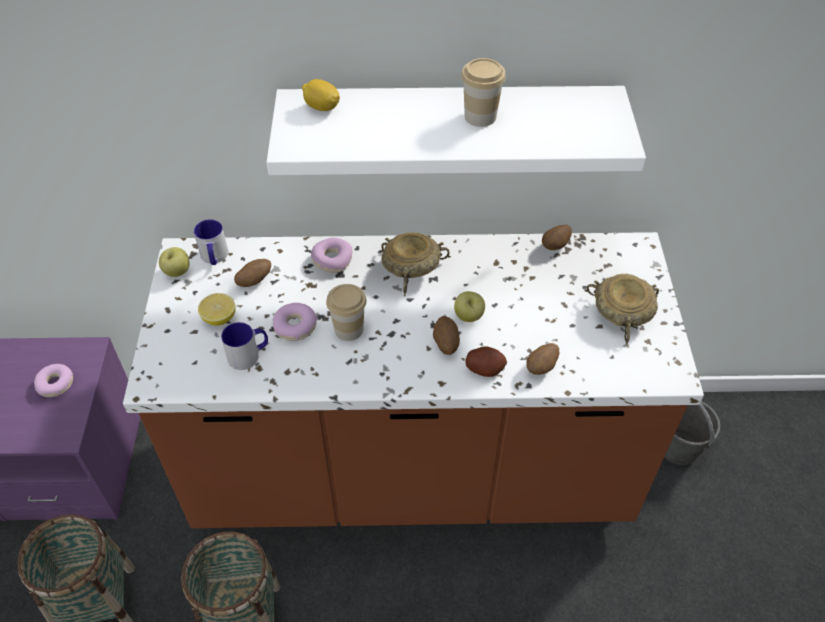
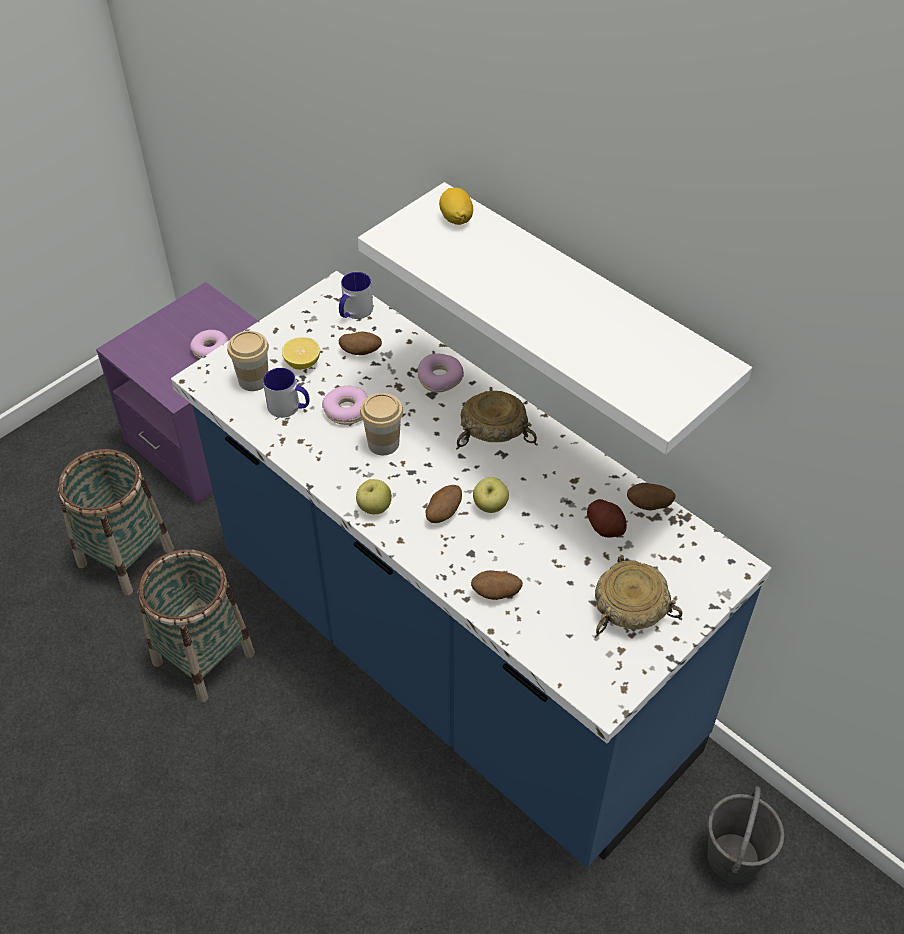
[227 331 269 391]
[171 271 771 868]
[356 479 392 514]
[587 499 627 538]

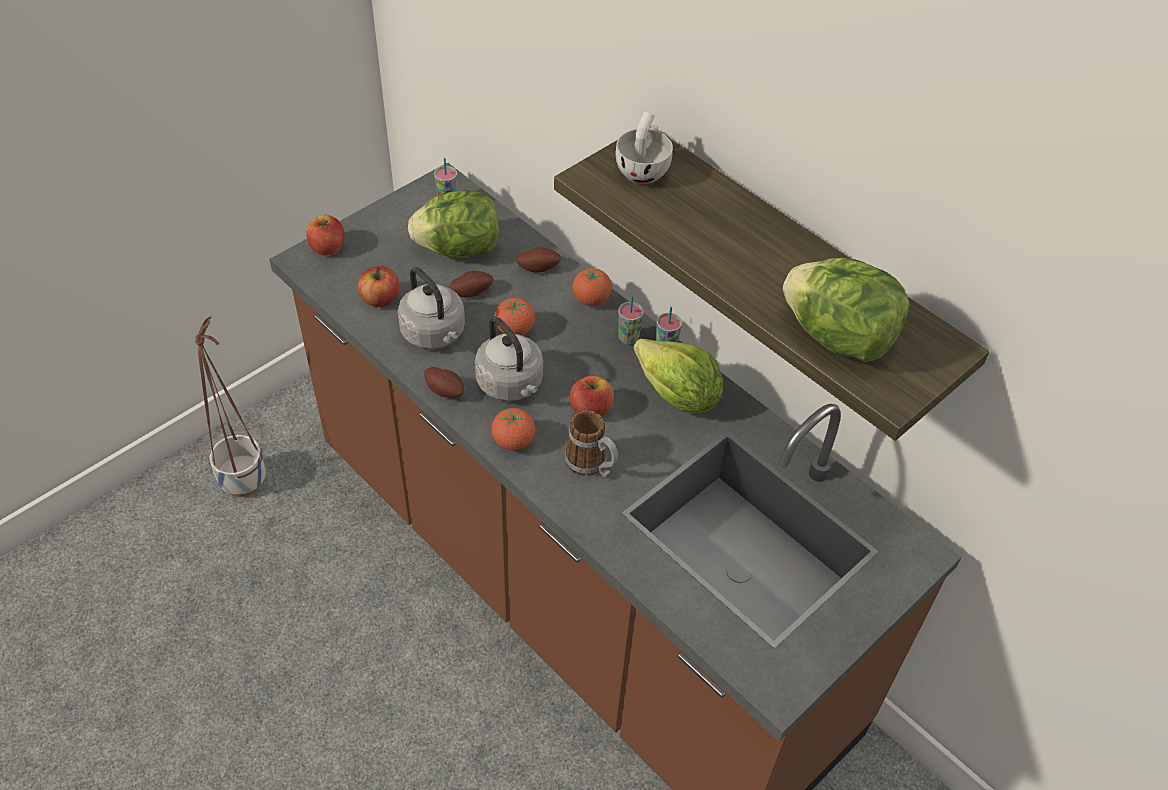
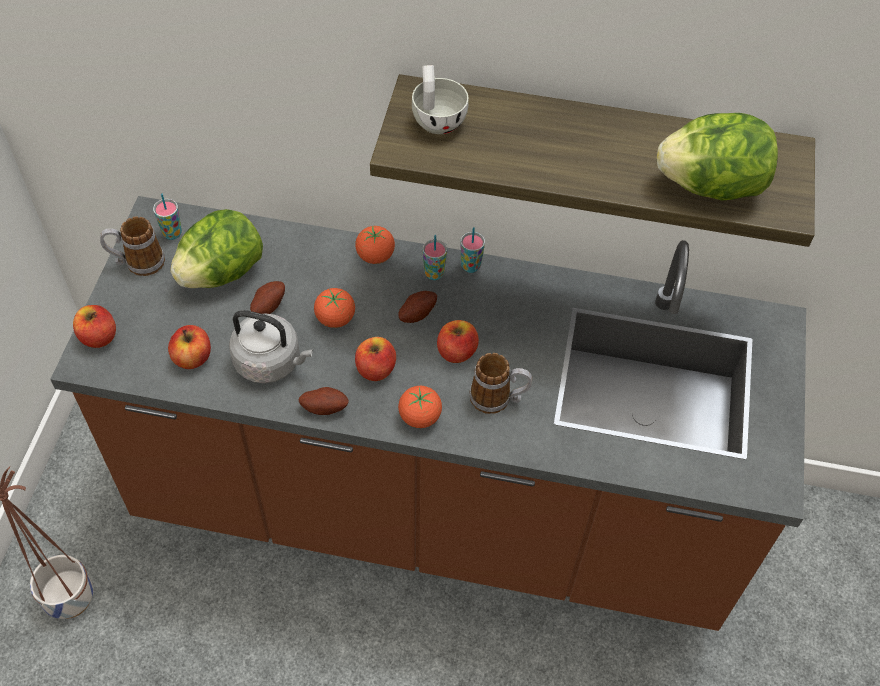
[398 291 437 323]
[355 337 396 381]
[634 338 723 413] (first image)
[100 216 165 276]

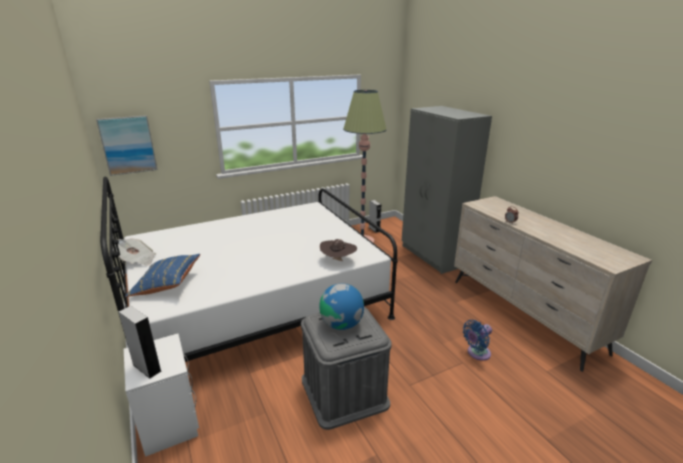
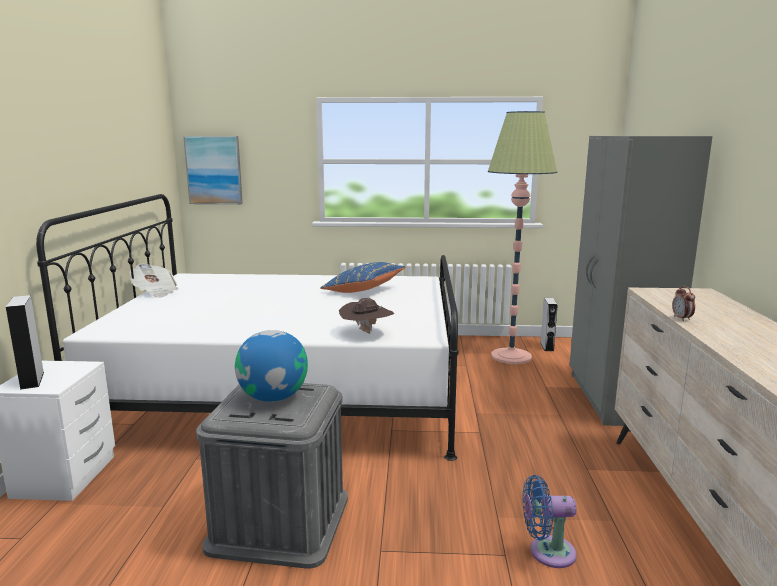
[320 262 405 293]

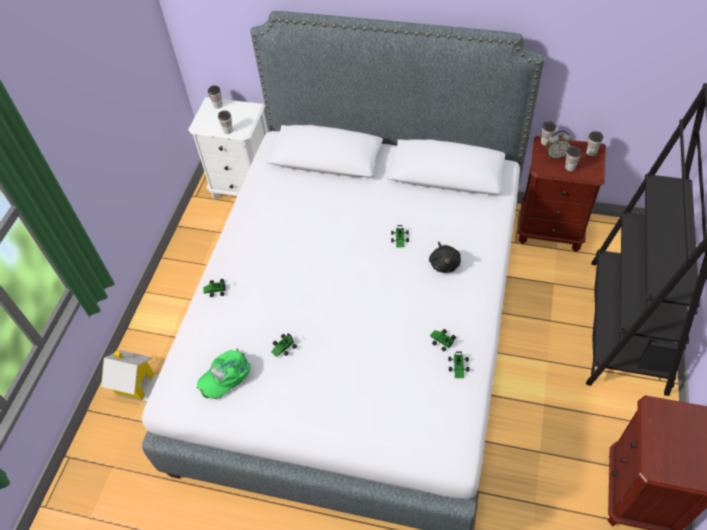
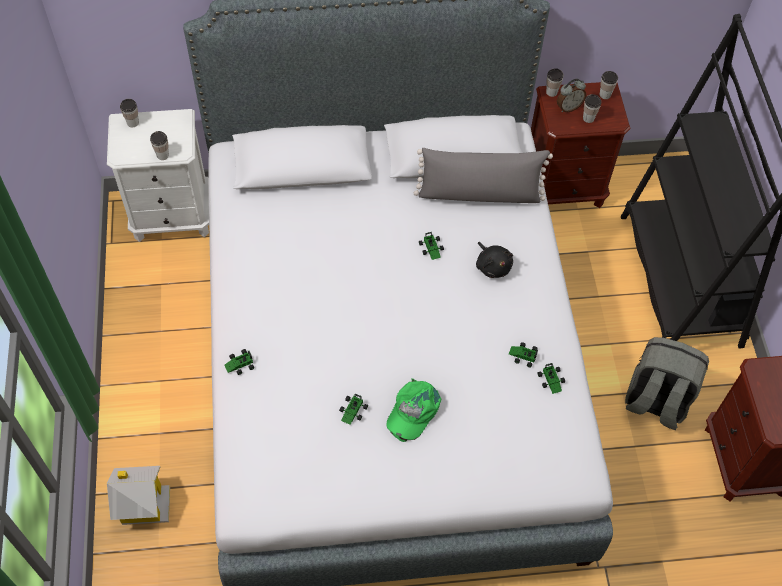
[386 378 442 442]
[414 148 553 203]
[625 337 709 430]

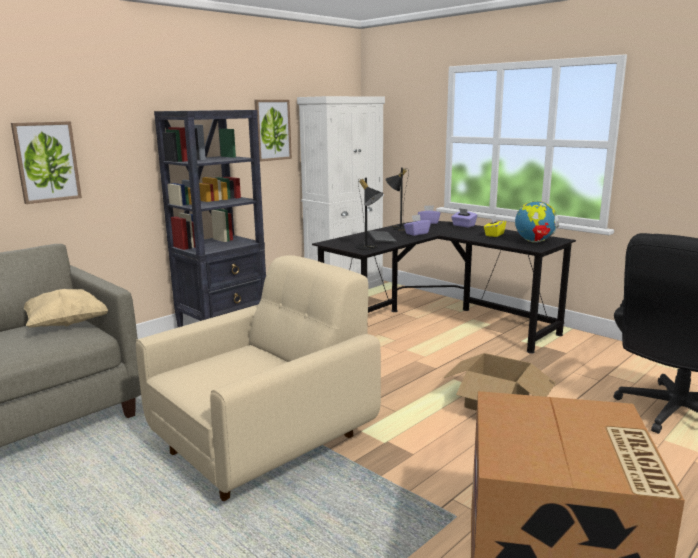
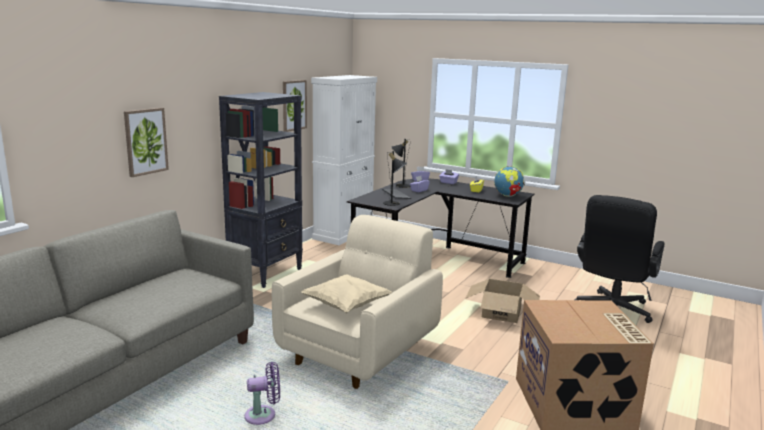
[301 274 392 313]
[244 362 280 425]

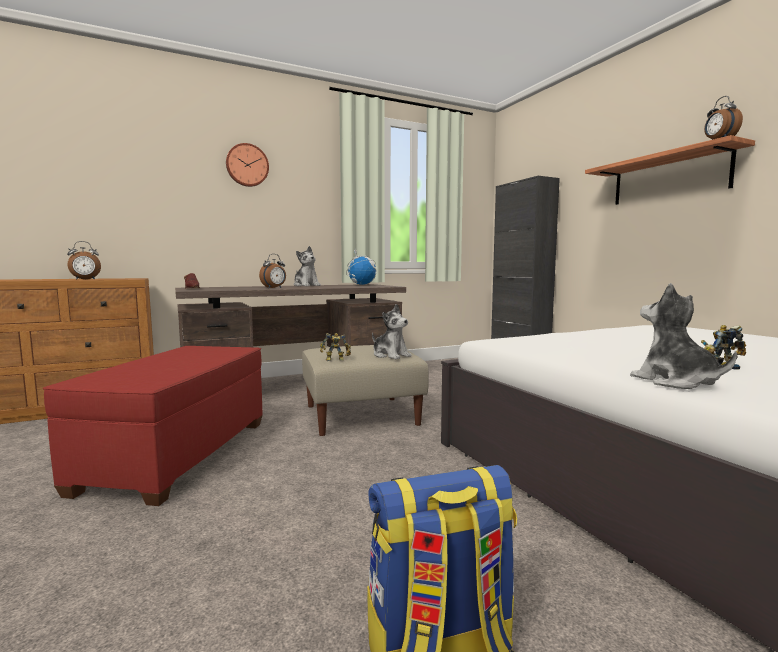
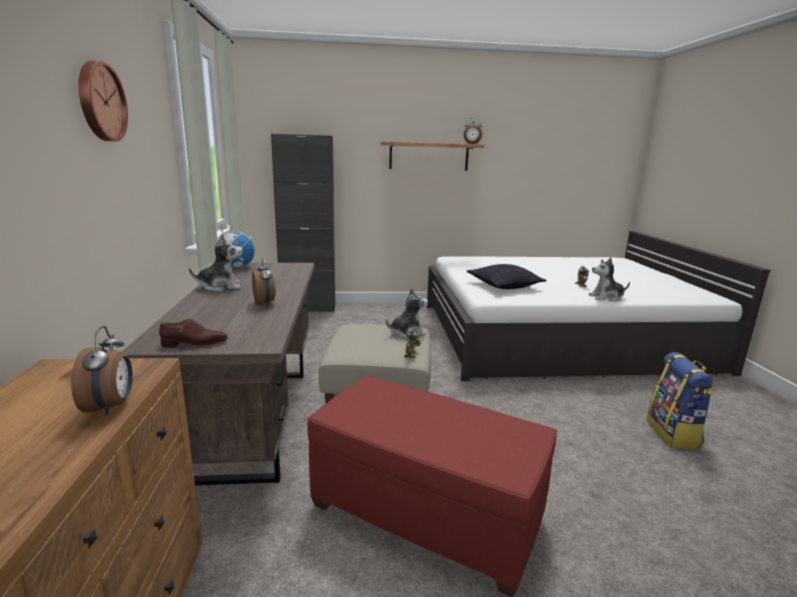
[467 264 546 289]

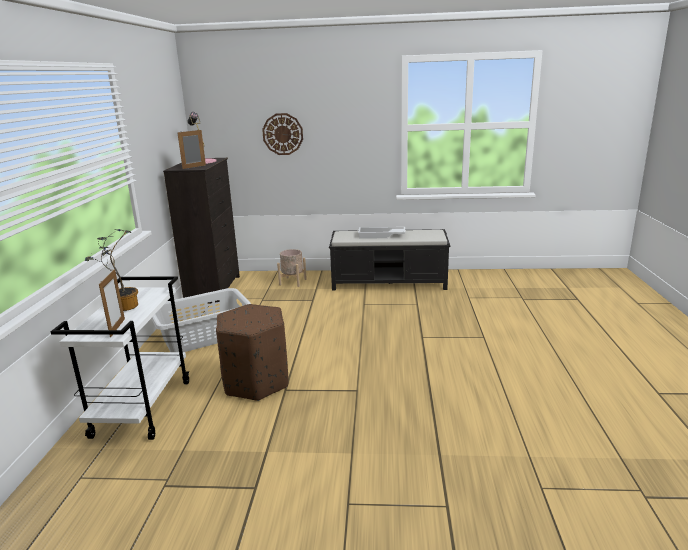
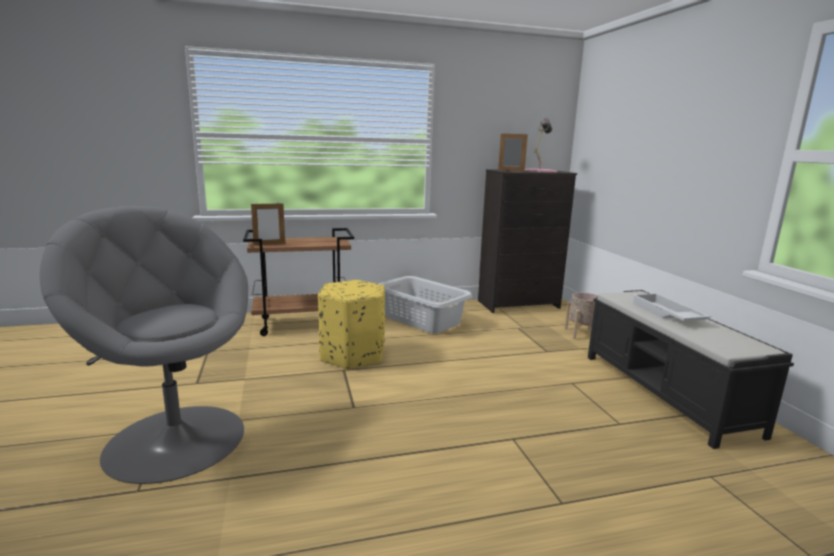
[262 113 303 155] (first image)
[85 229 138 311] (first image)
[243 228 354 336]
[318 280 385 370]
[40 206 248 484]

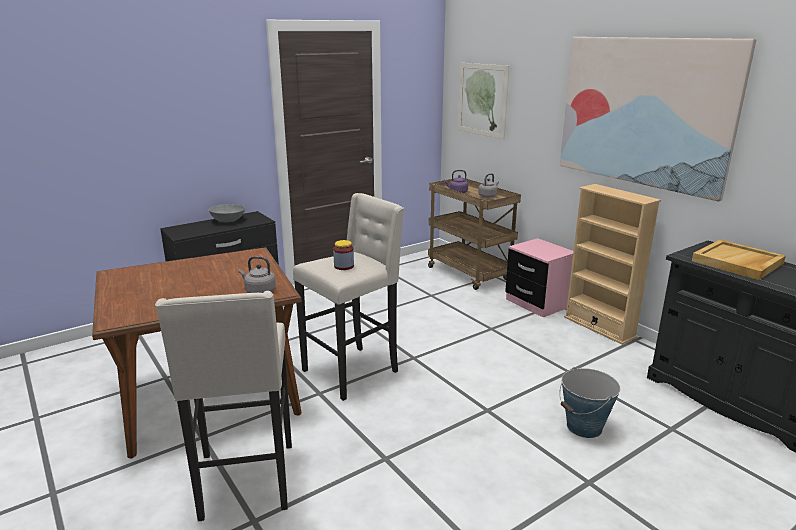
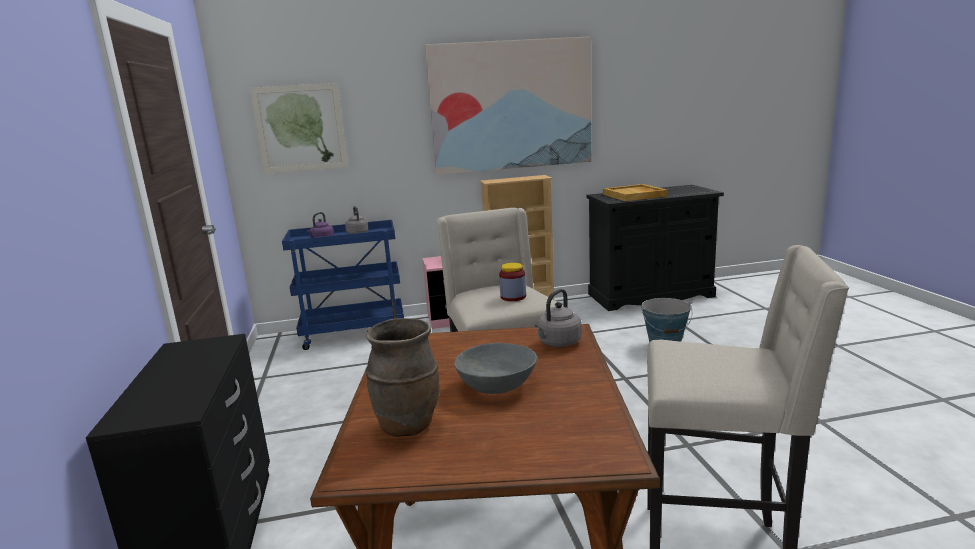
[282 220 404 350]
[454 343 537 394]
[366 318 440 437]

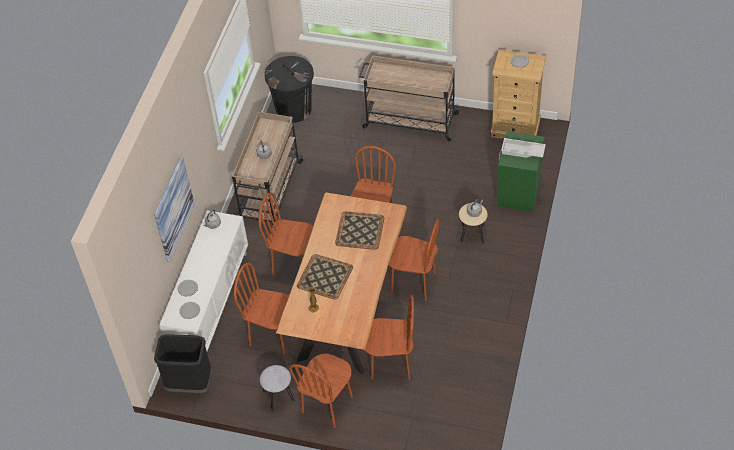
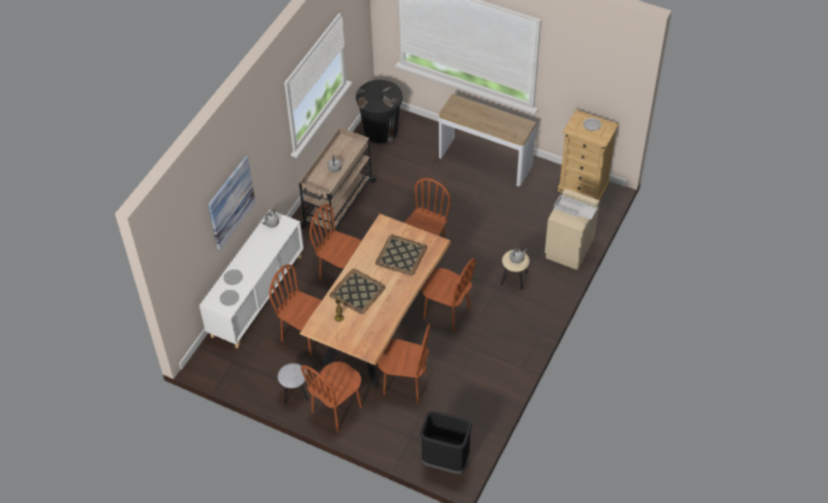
[439 94 536 186]
[545 189 600 270]
[420 411 472 474]

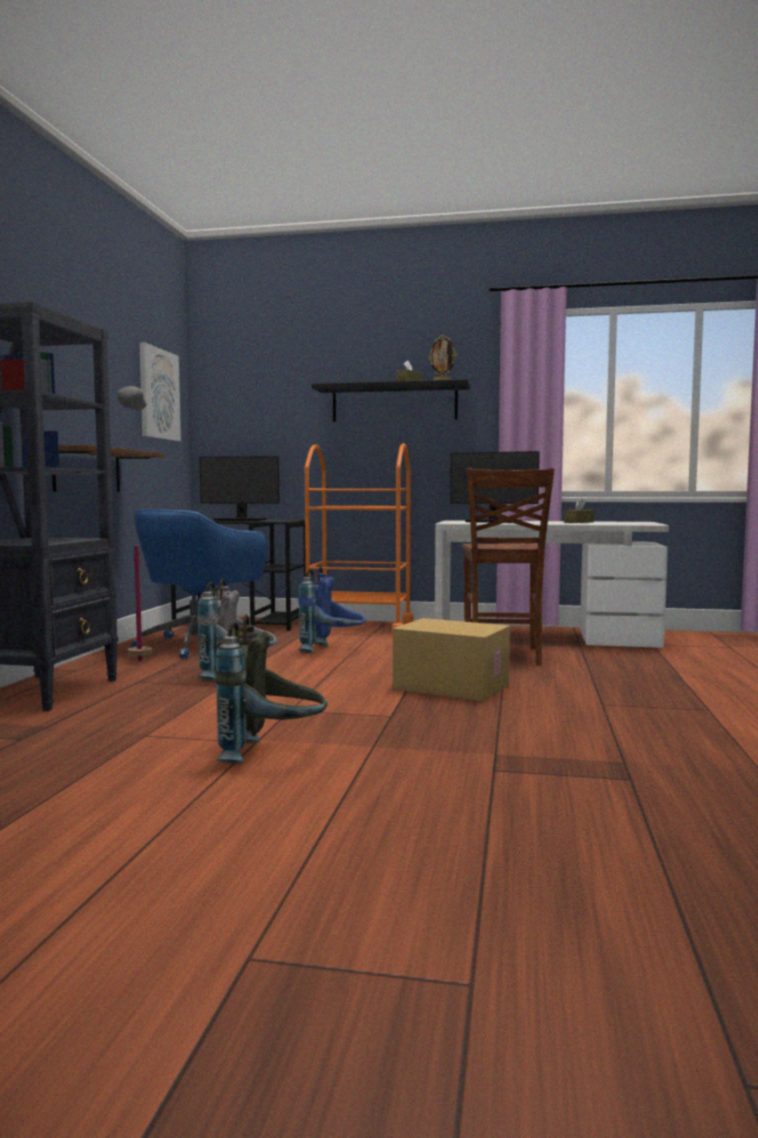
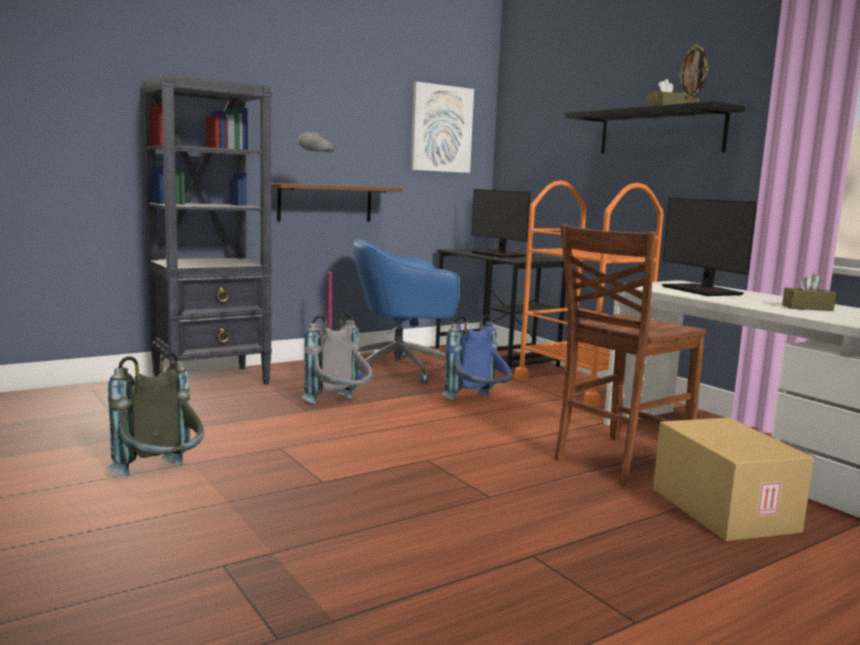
[653 418 814 541]

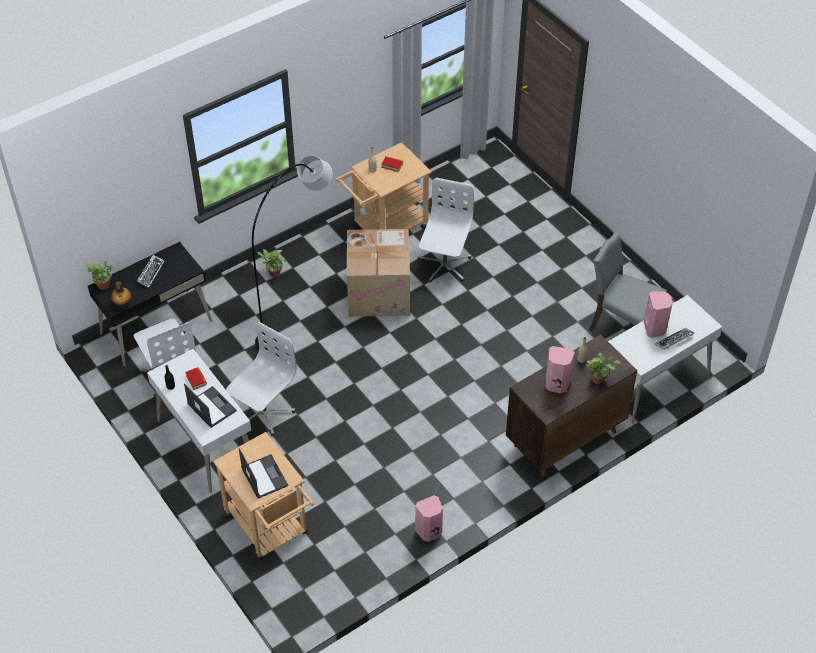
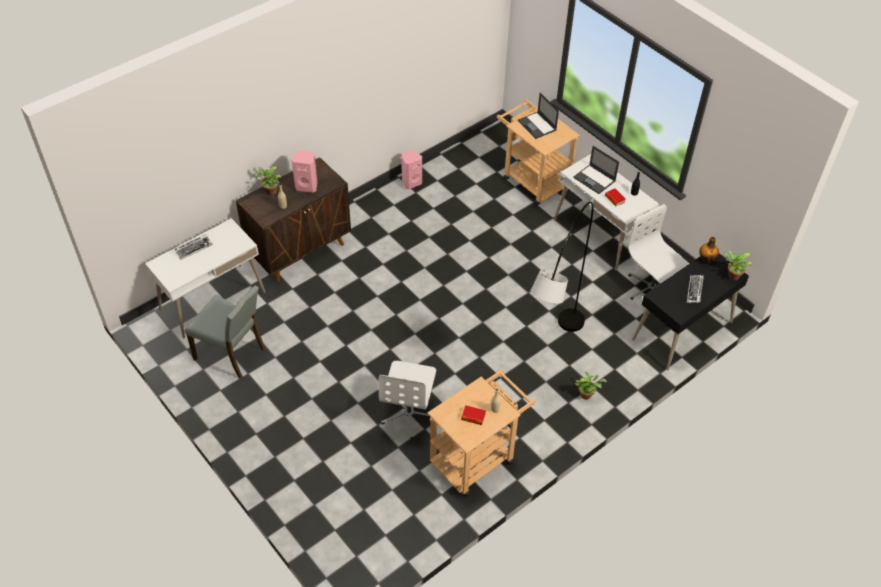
[347 229 410 317] (first image)
[644 291 673 338] (first image)
[226 322 297 436] (first image)

